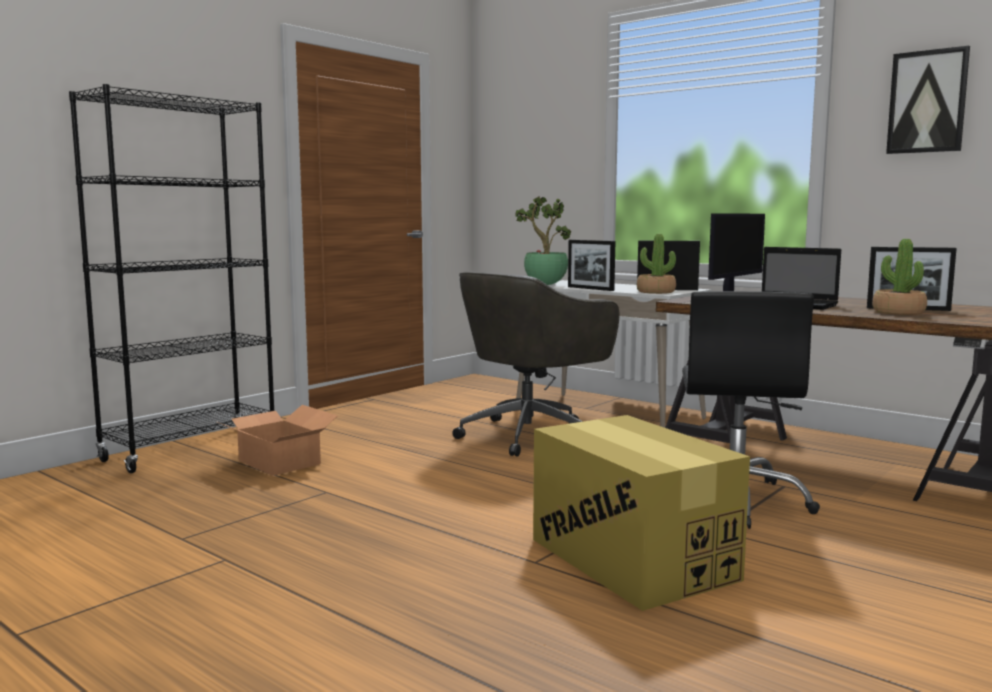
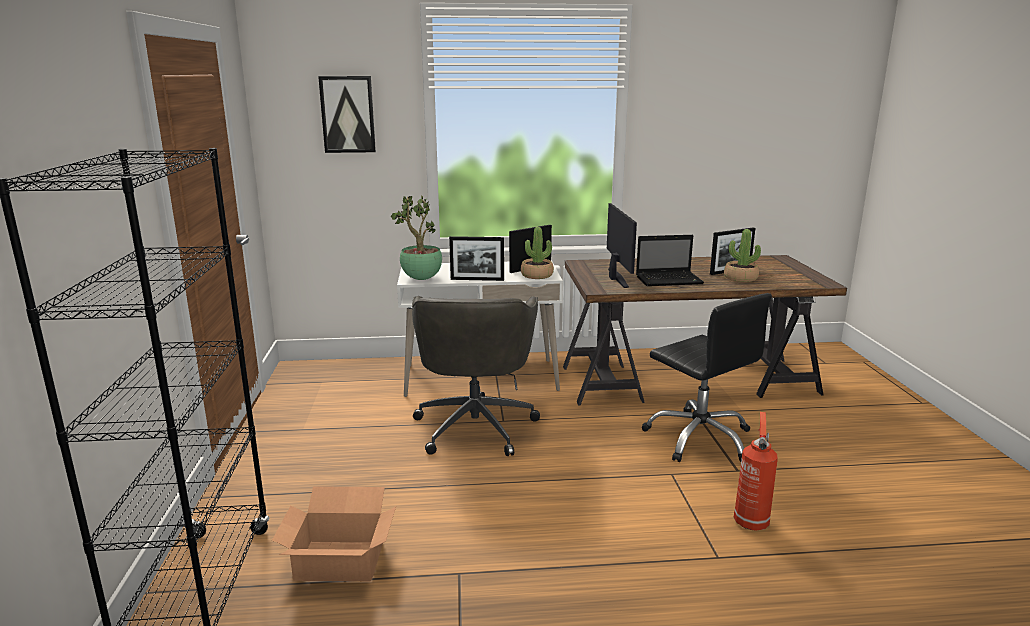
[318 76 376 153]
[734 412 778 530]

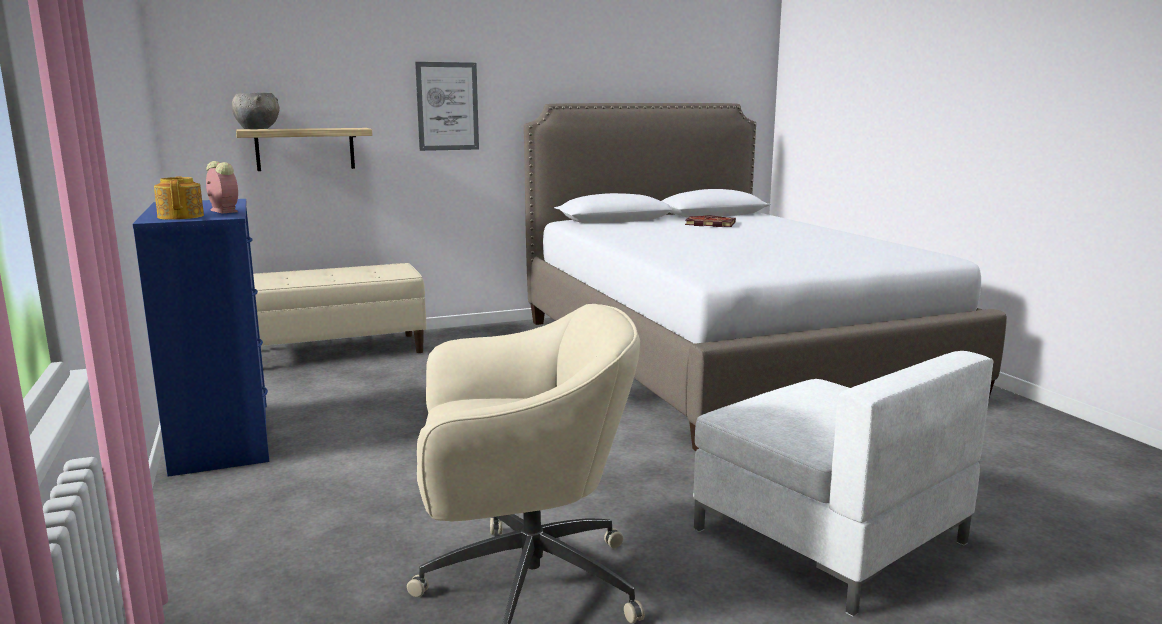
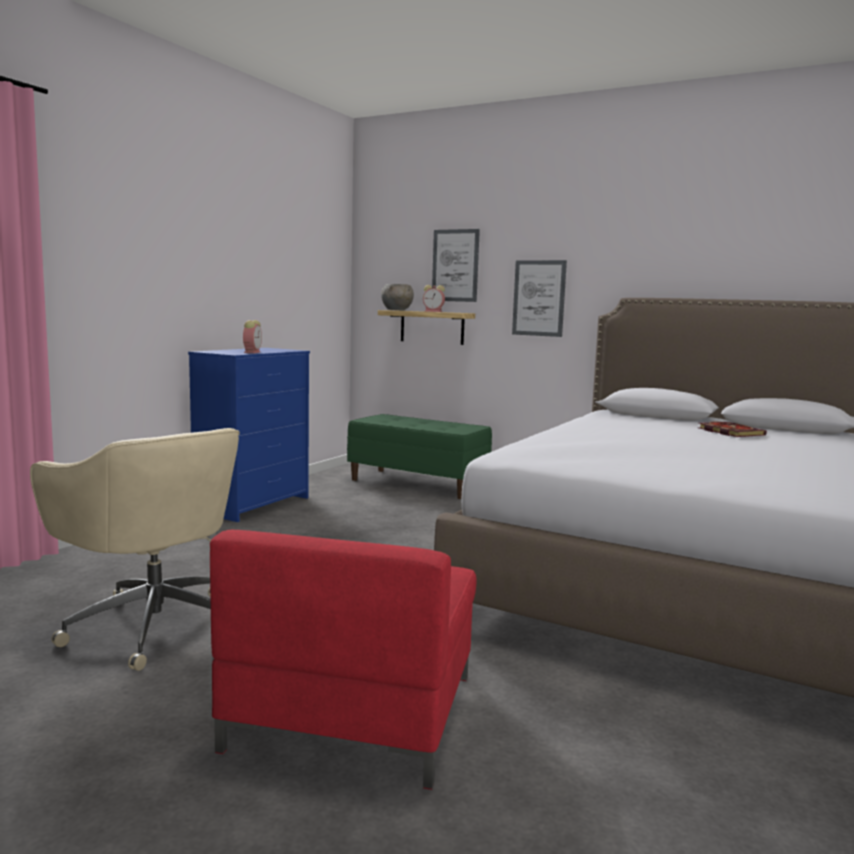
[154 176 204 220] (first image)
[347 414 492 499]
[210 530 477 790]
[432 229 480 302]
[423 285 445 312]

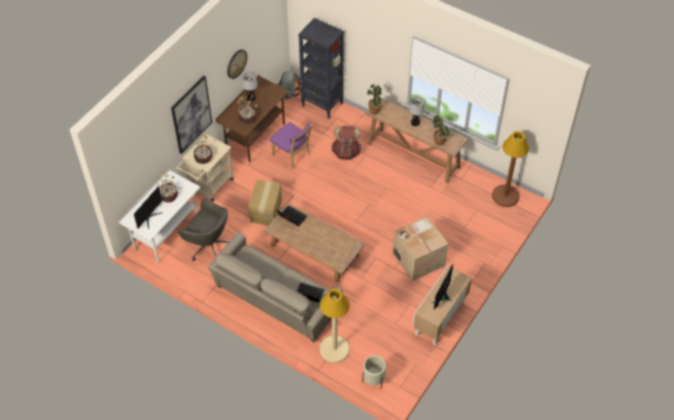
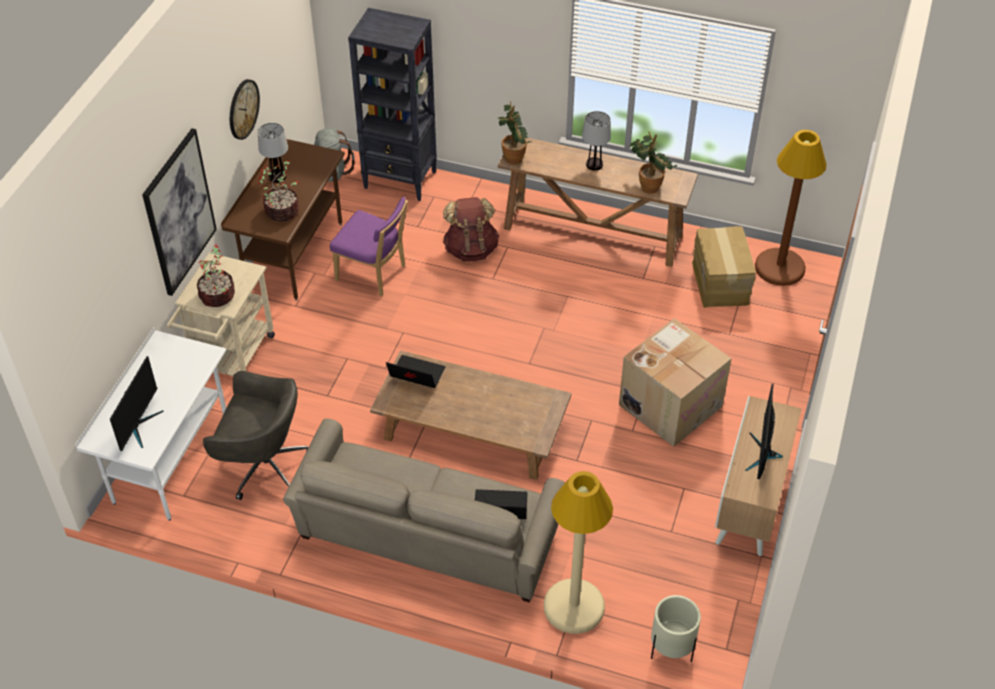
[157 172 180 203] (first image)
[692 226 756 308]

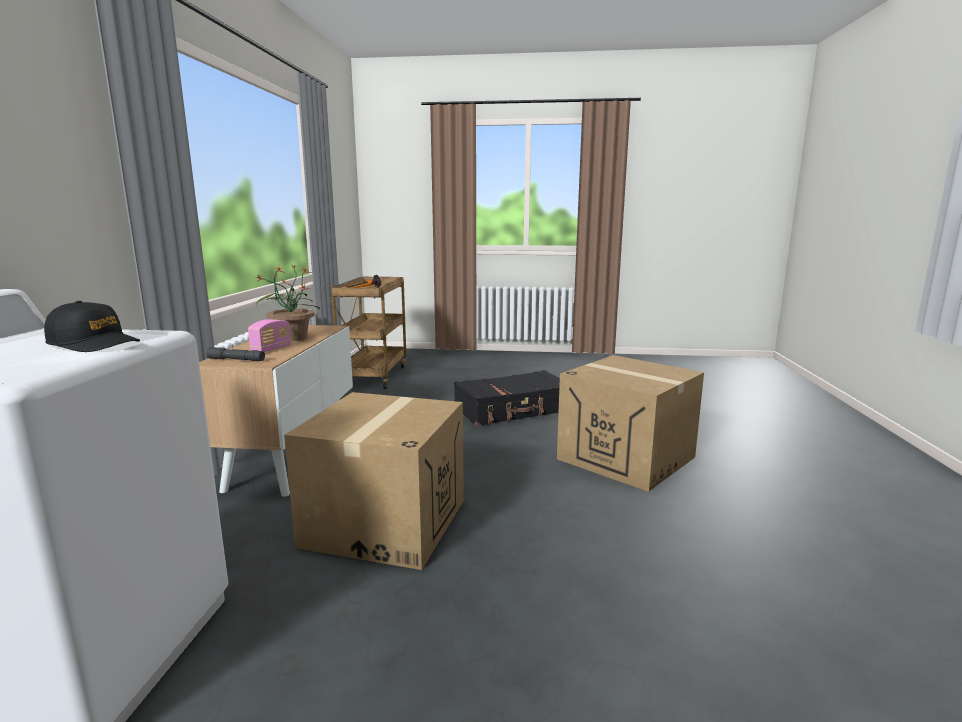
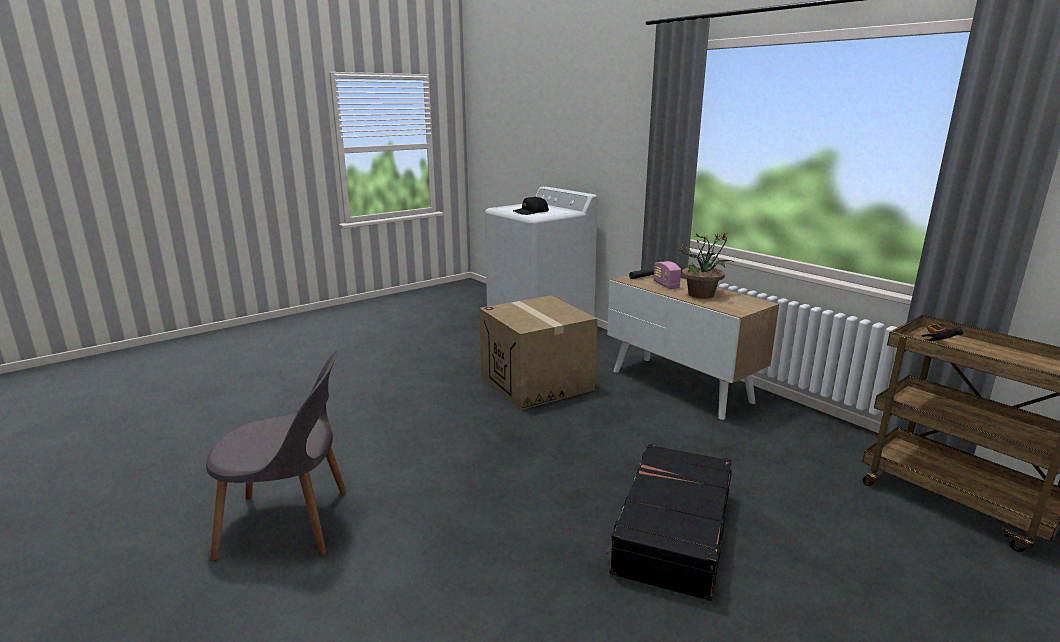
[557 355 704 492] (first image)
[206 350 346 561]

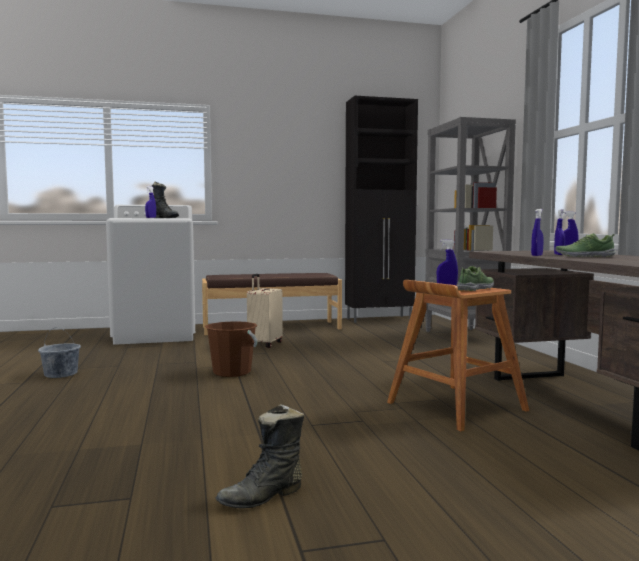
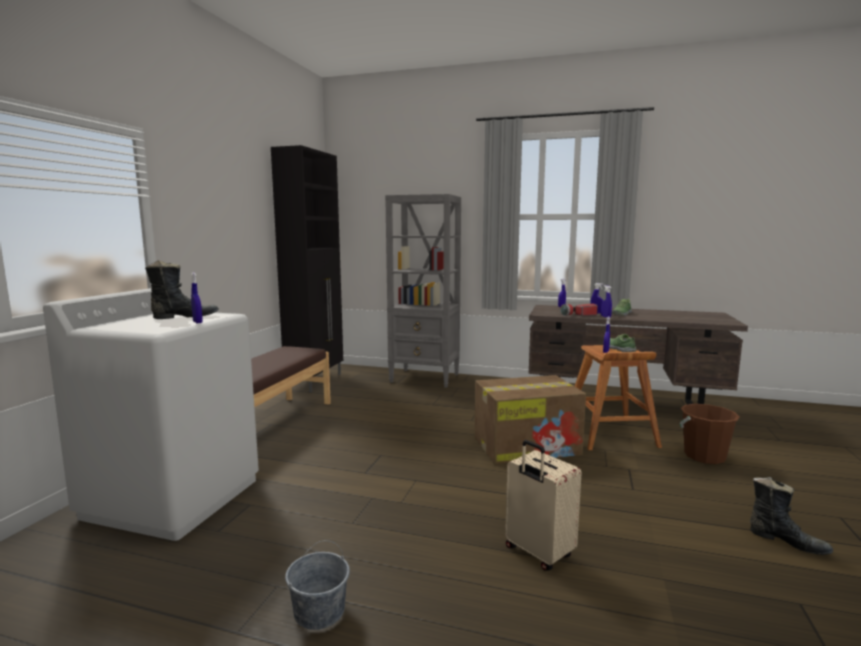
[505 440 582 570]
[680 404 740 464]
[750 477 834 555]
[560 304 598 316]
[474 375 586 464]

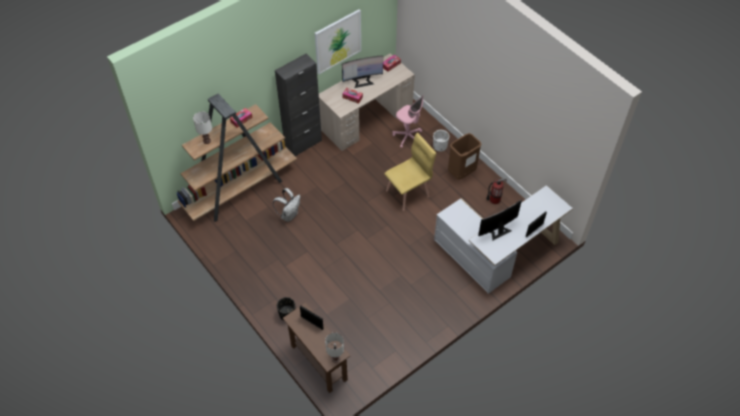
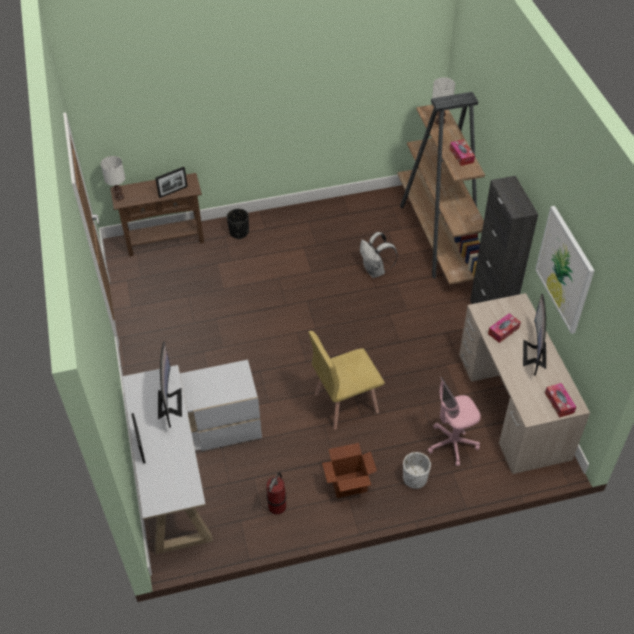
[309 331 385 430]
[322 443 377 498]

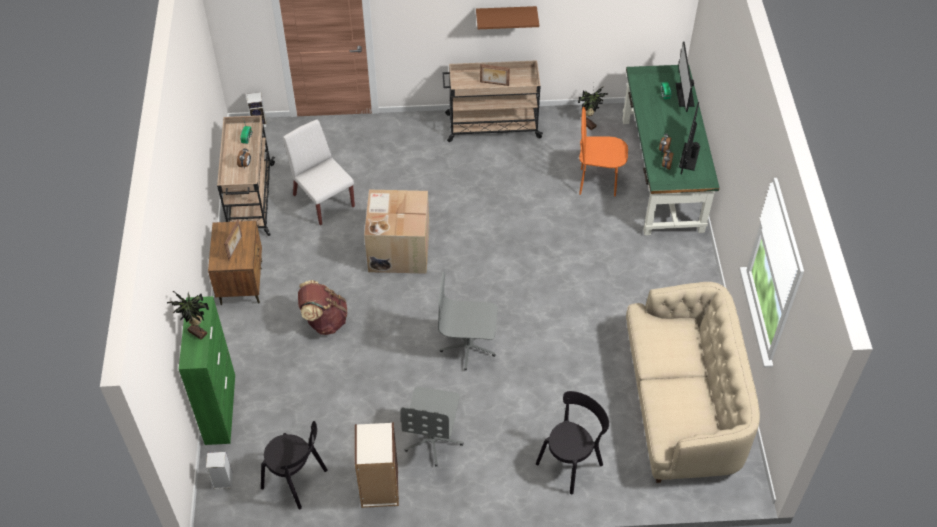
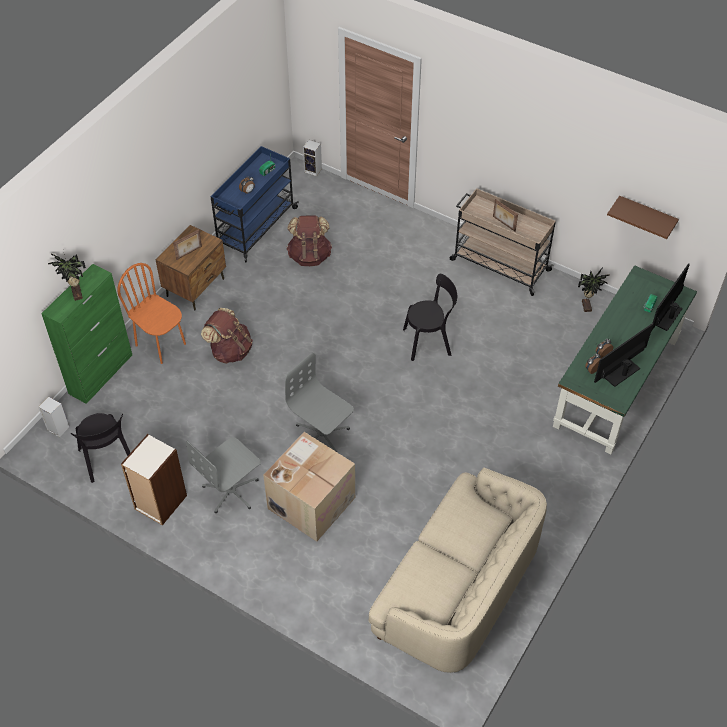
[607 196 679 239]
[118 263 186 364]
[211 146 299 262]
[286 215 332 266]
[263 432 355 542]
[403 274 457 361]

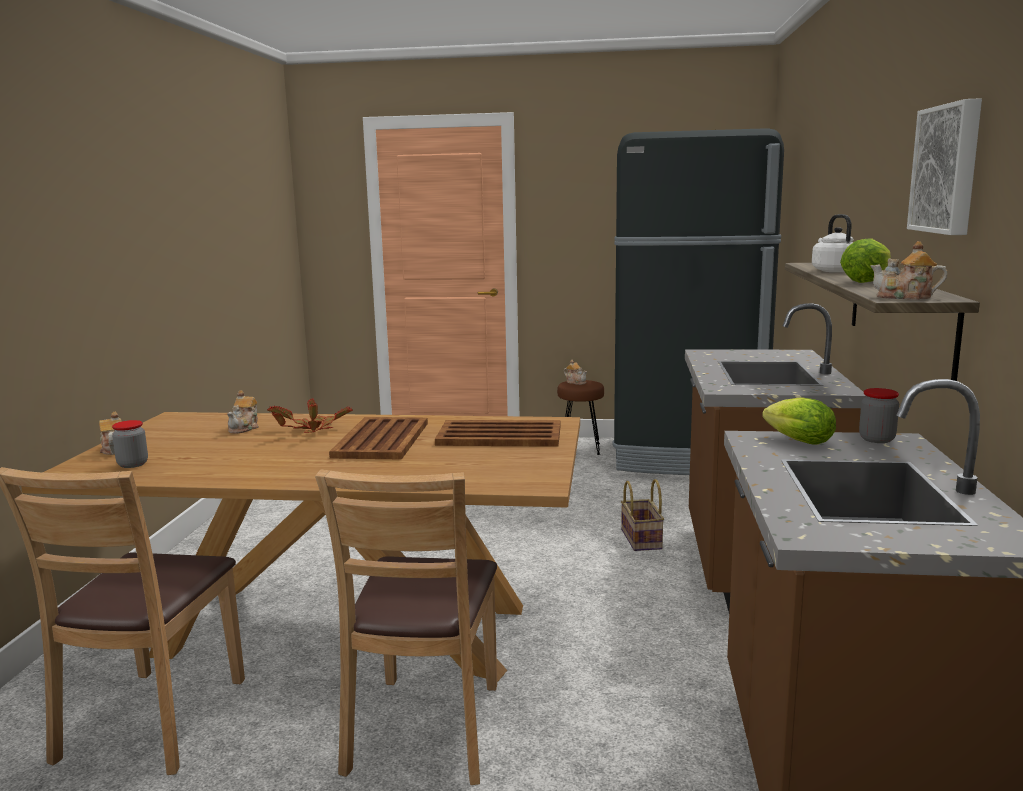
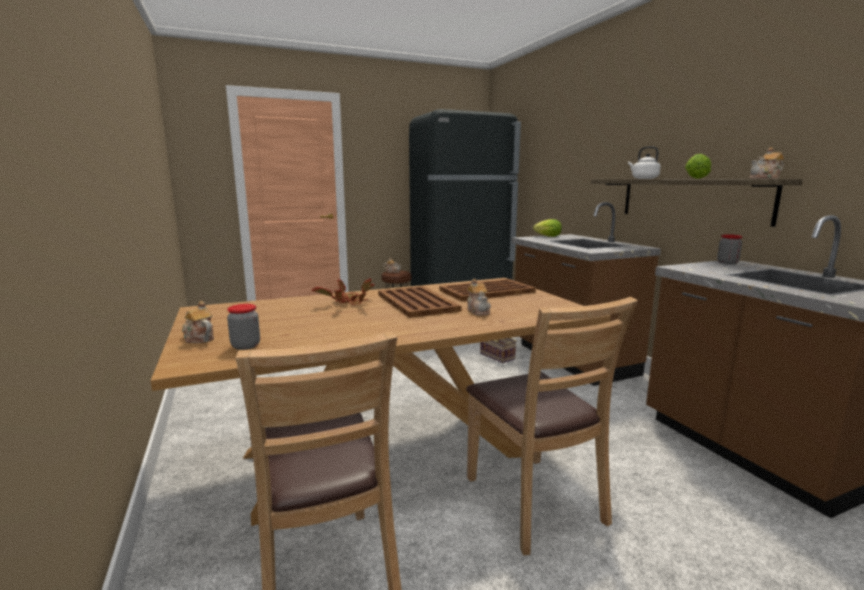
[907 98 982 235] (first image)
[467 279 491 315]
[533 219 562 237]

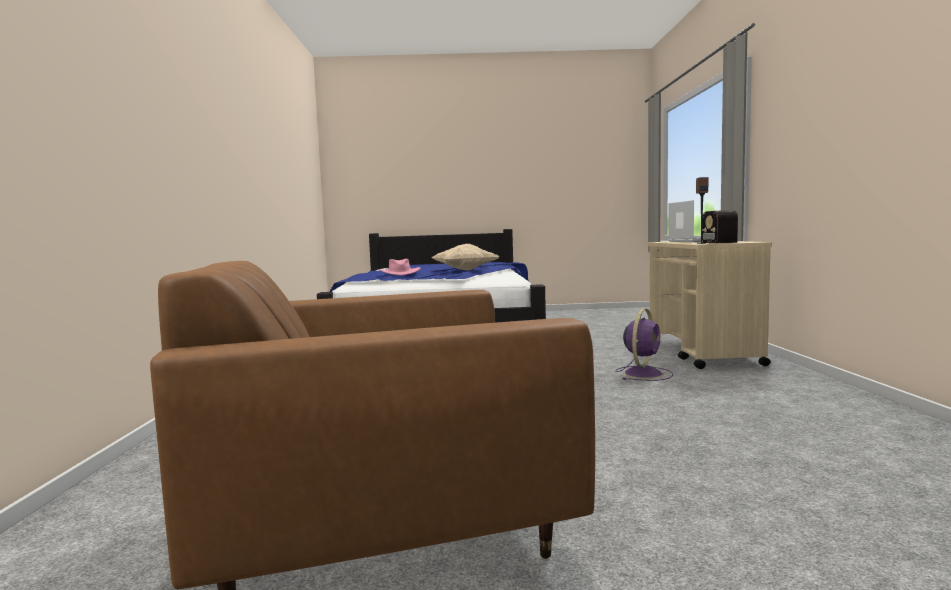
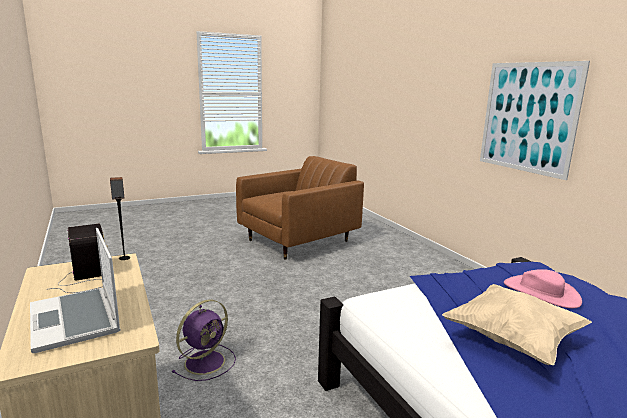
[172 300 236 381]
[480 61 590 180]

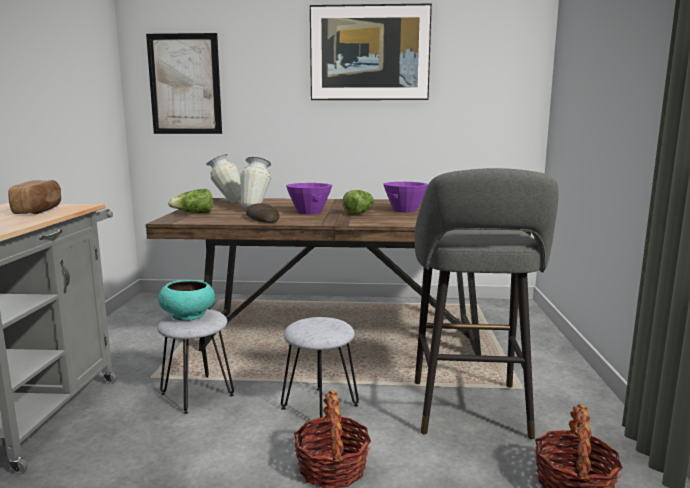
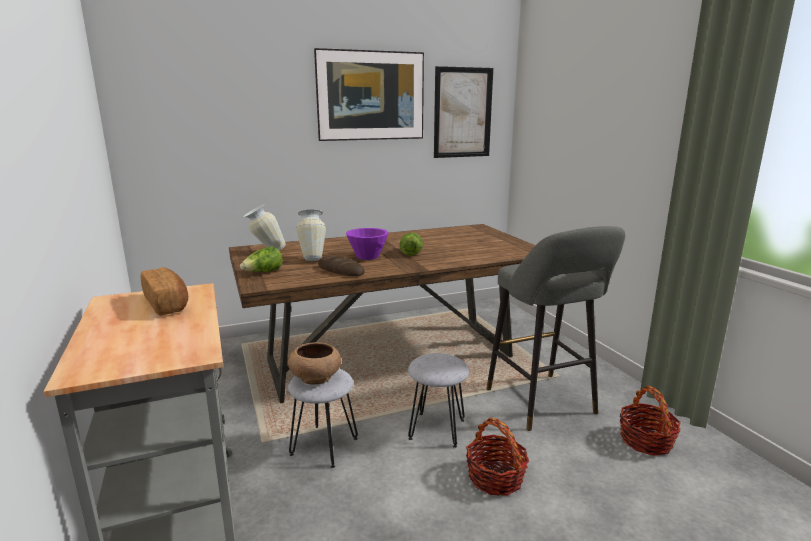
[434 66 493 158]
[383 182 428 212] (first image)
[288 342 341 385]

